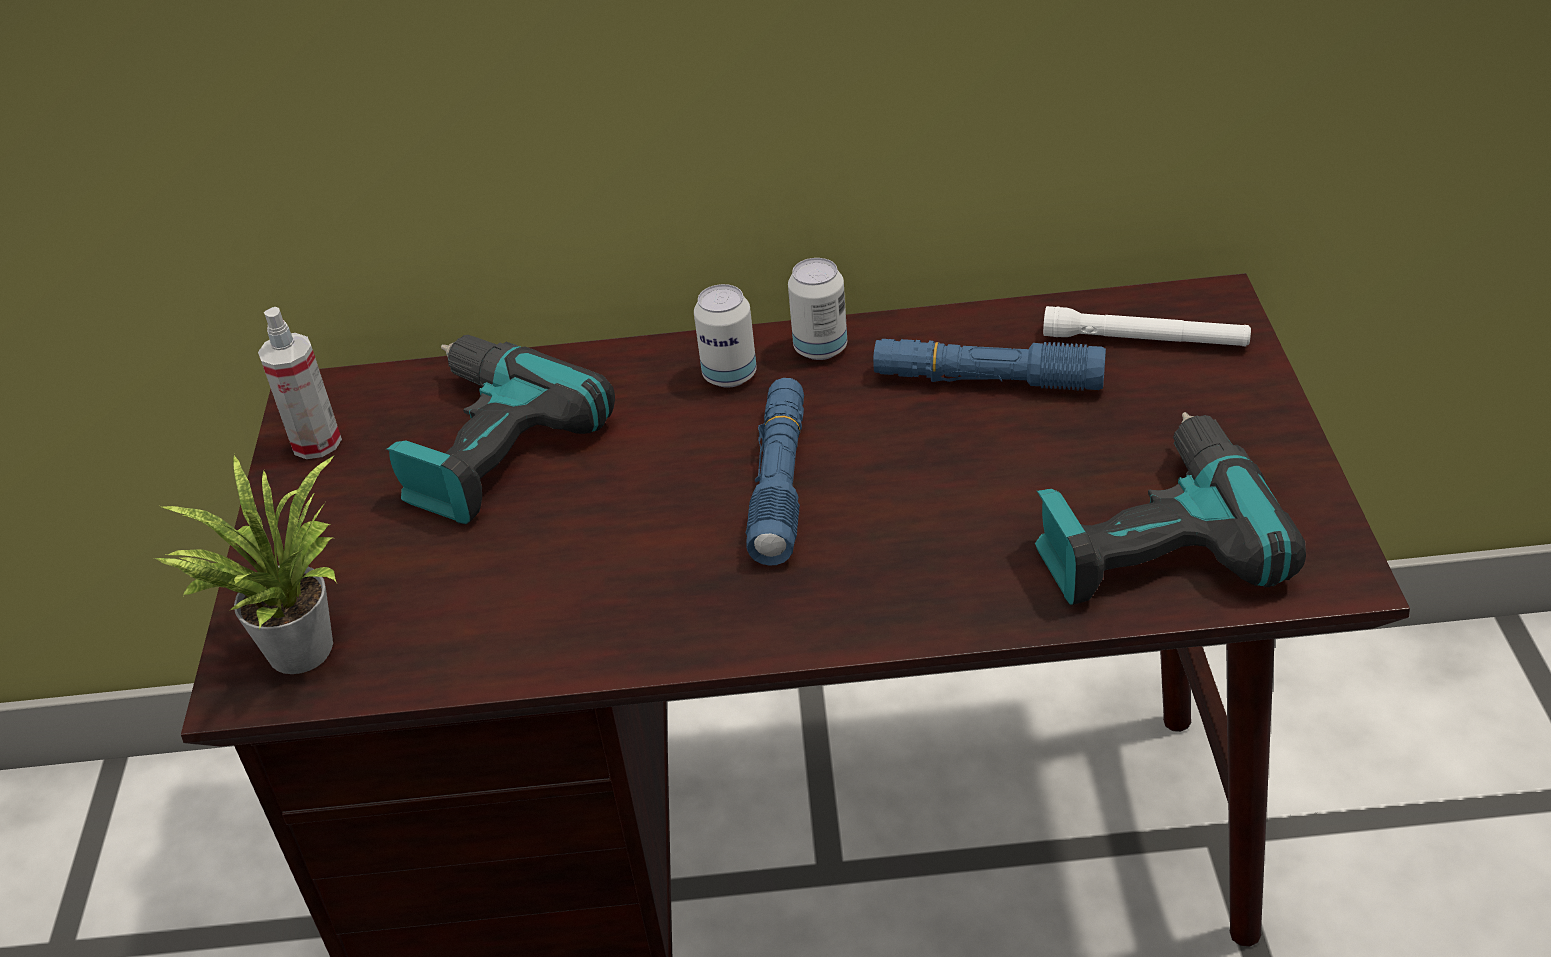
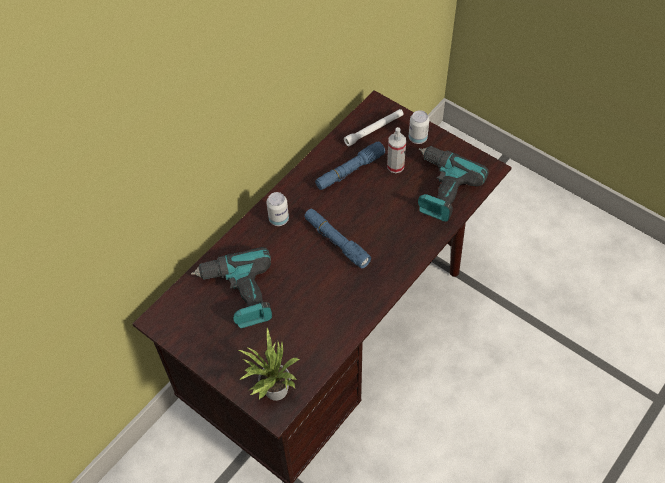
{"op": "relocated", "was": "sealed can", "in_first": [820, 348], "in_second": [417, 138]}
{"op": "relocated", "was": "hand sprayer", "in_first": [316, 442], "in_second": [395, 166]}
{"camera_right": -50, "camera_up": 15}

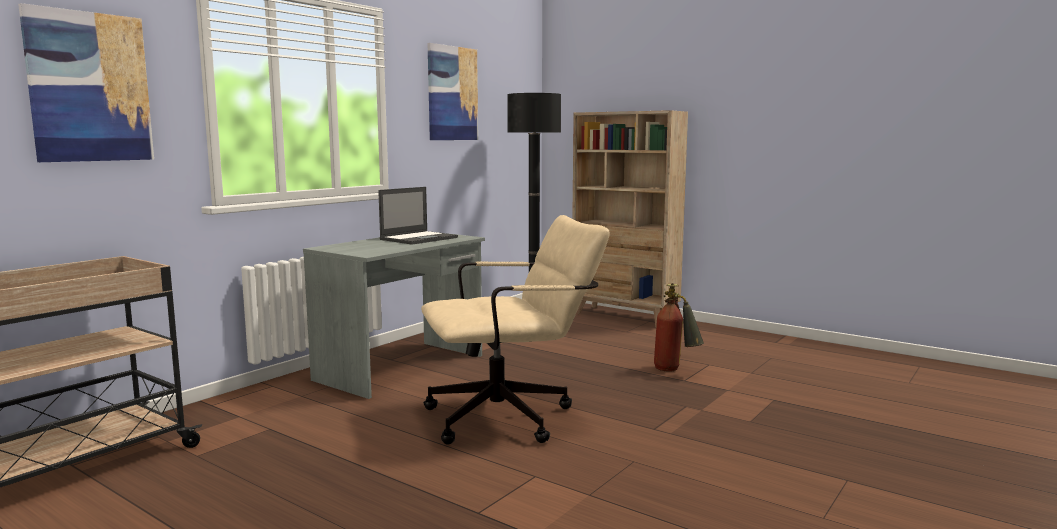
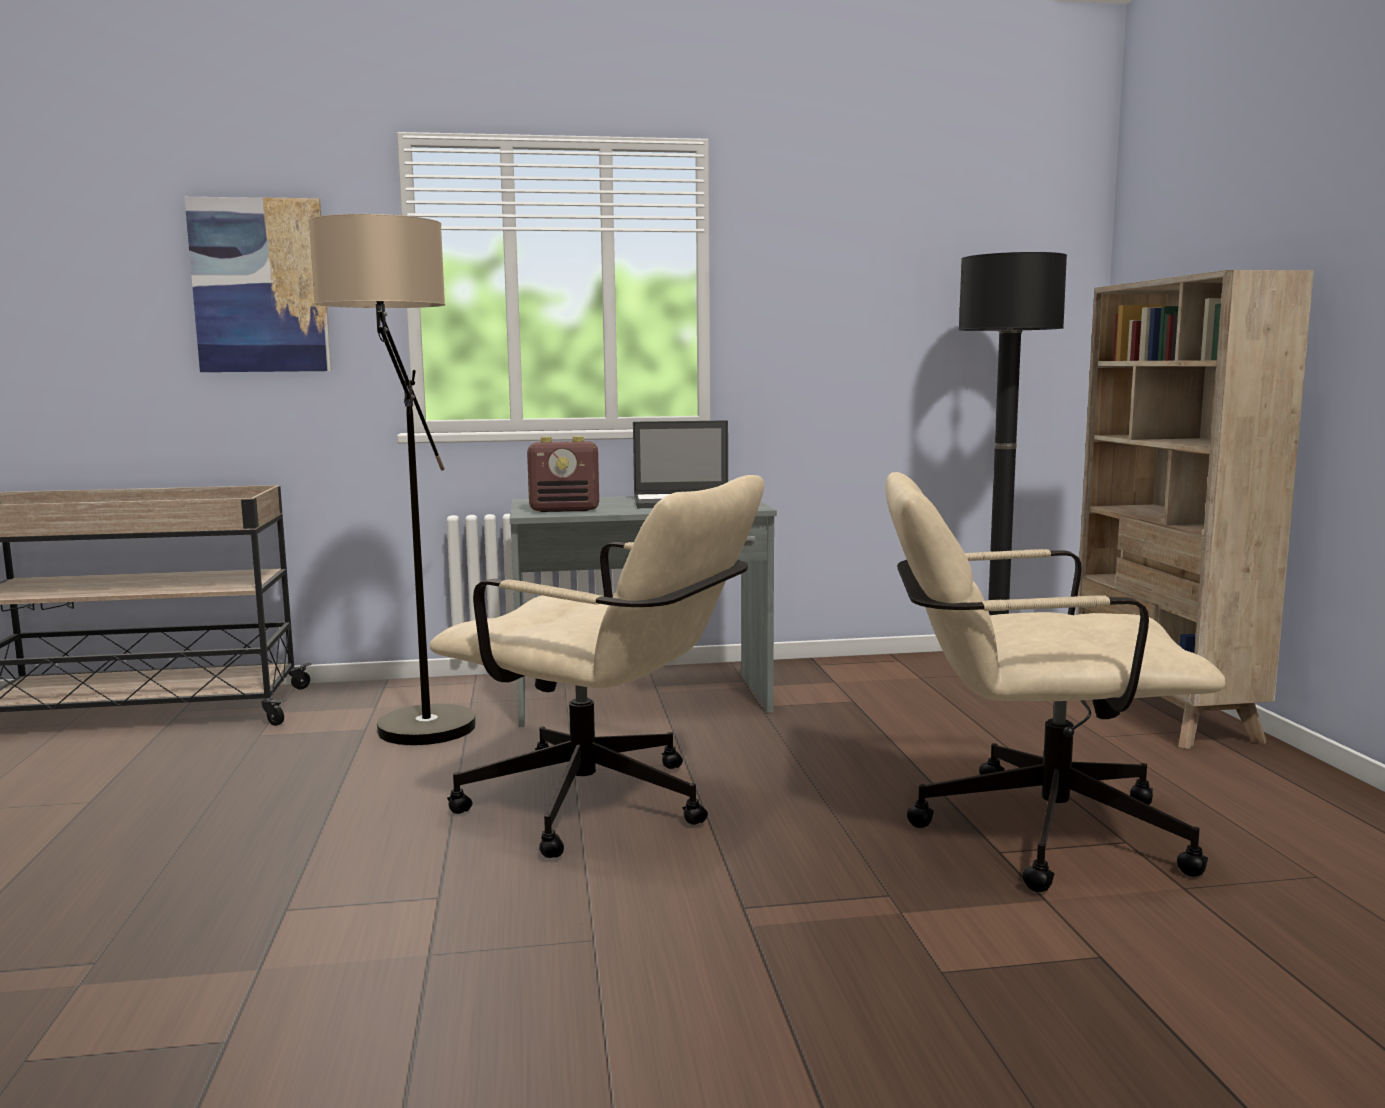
{"op": "missing", "was": "wall art", "in_first": [452, 93]}
{"op": "exchanged", "was": "fire-fighting cylinder", "now": "beige-coloured office chair", "in_first": [675, 371], "in_second": [1024, 830]}
{"op": "appeared", "now": "floor lamp", "in_second": [416, 742]}
{"op": "appeared", "now": "radio set", "in_second": [565, 510]}
{"camera_right": 45, "camera_up": 0}

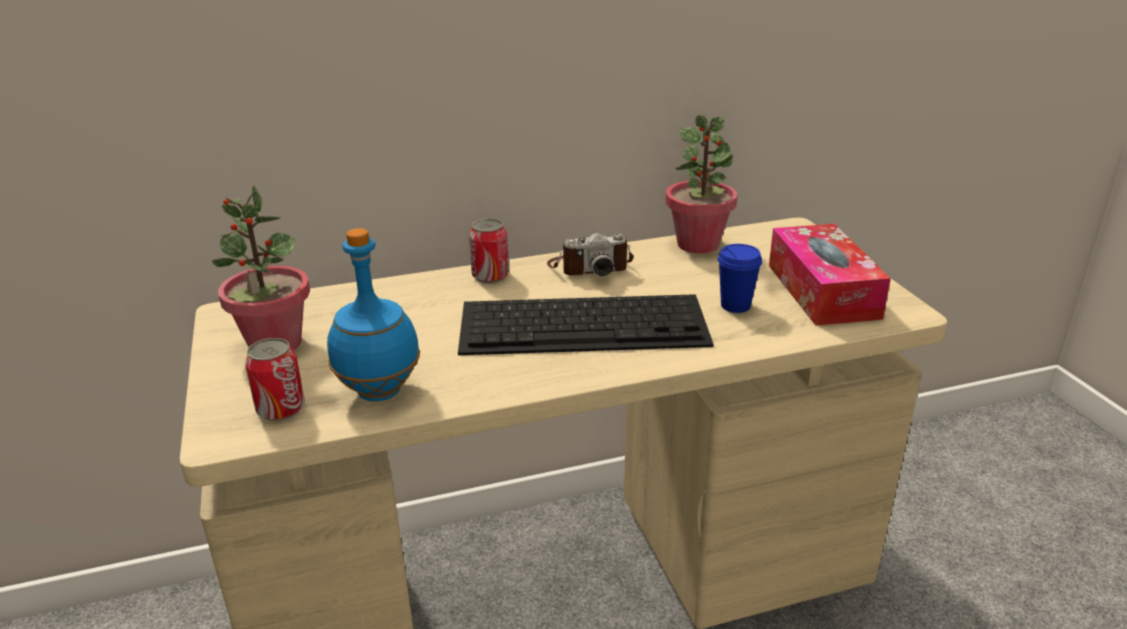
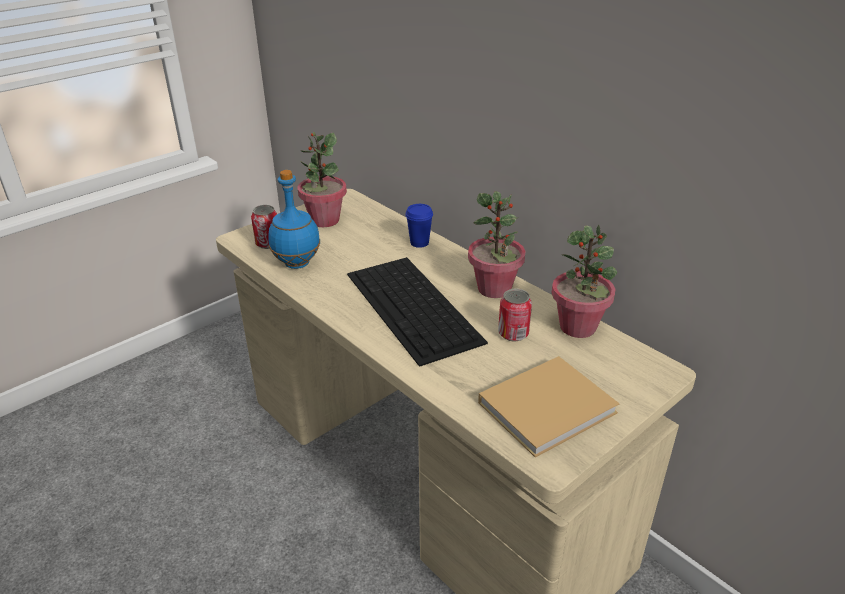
{"op": "relocated", "was": "sealed can", "in_first": [490, 276], "in_second": [513, 333]}
{"op": "exchanged", "was": "box of tissues", "now": "beige-coloured bound book", "in_first": [822, 291], "in_second": [550, 406]}
{"op": "exchanged", "was": "photo camera", "now": "houseplant", "in_first": [589, 267], "in_second": [494, 289]}
{"op": "relocated", "was": "blue cup", "in_first": [735, 306], "in_second": [419, 243]}
{"camera_right": 65, "camera_up": 5}

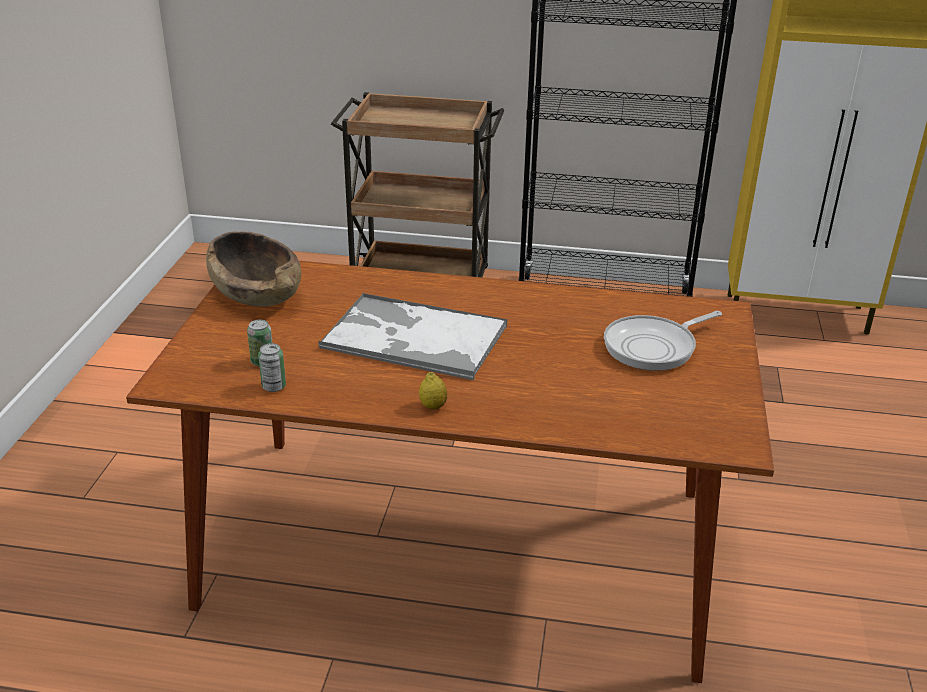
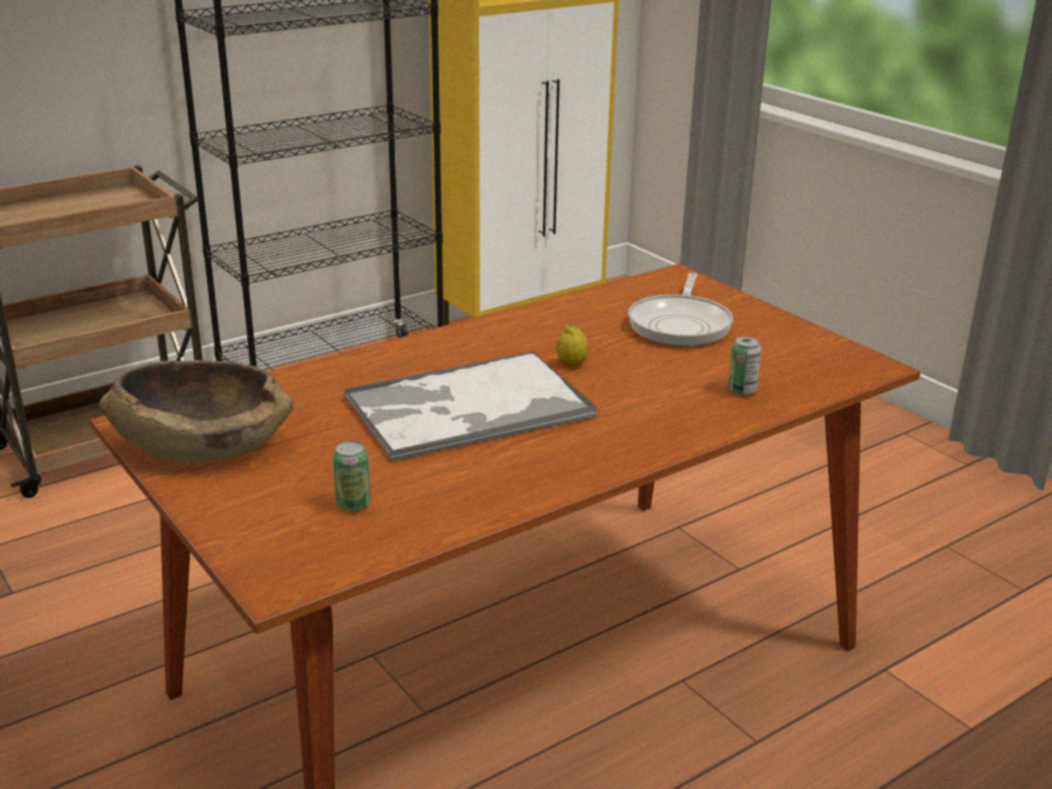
{"op": "relocated", "was": "sealed can", "in_first": [274, 387], "in_second": [742, 390]}
{"op": "relocated", "was": "citrus fruit", "in_first": [433, 406], "in_second": [572, 364]}
{"camera_right": -45, "camera_up": -5}

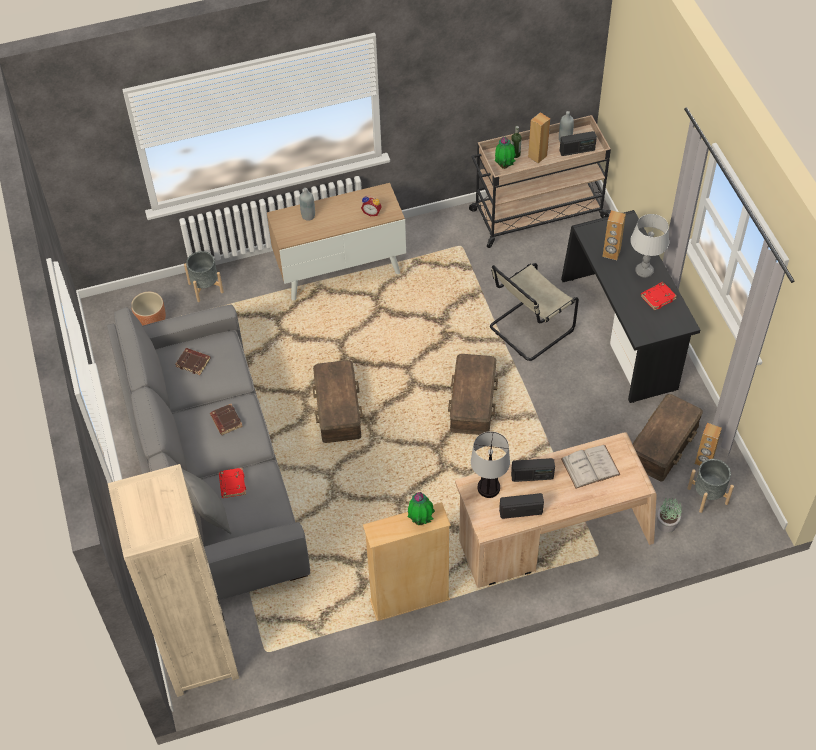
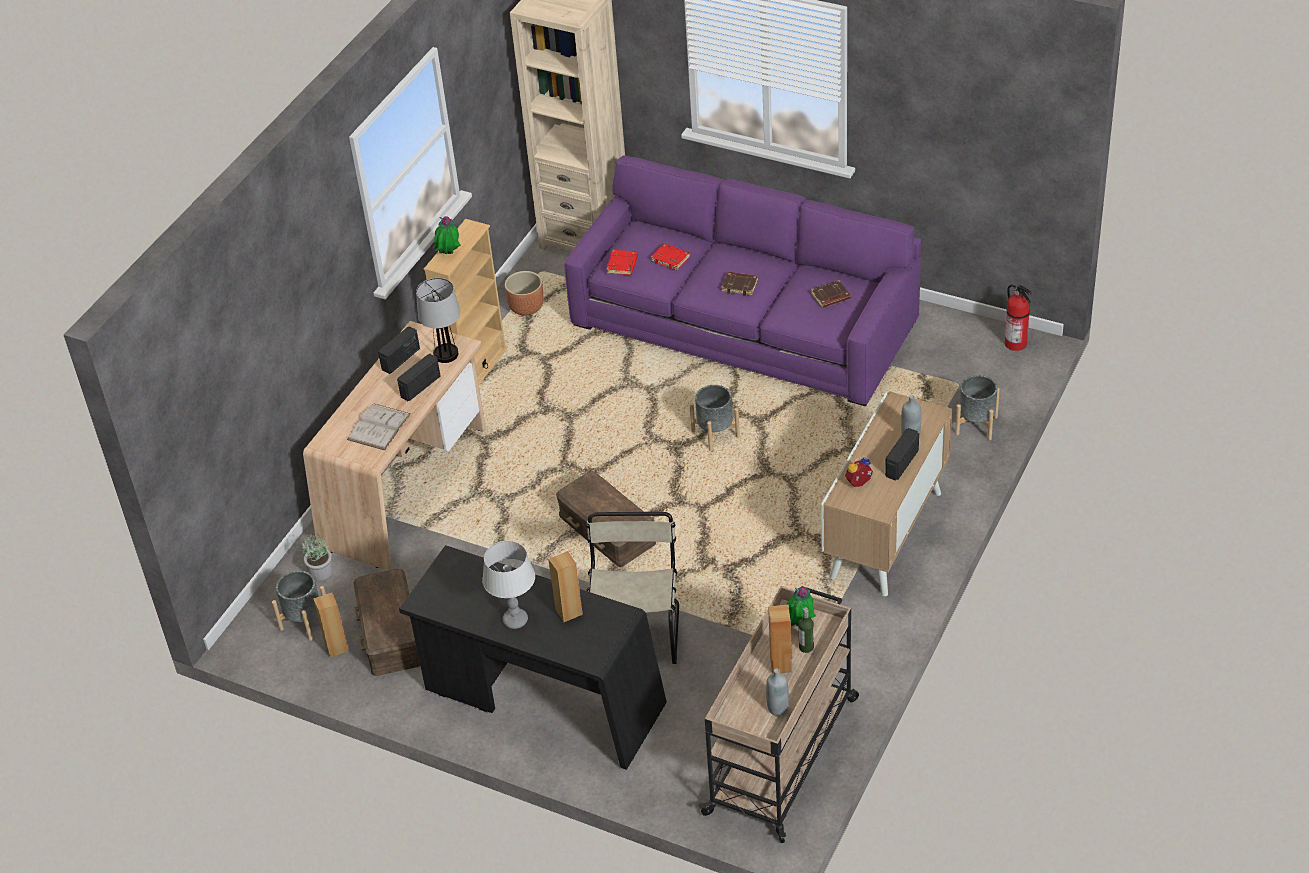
{"op": "relocated", "was": "radio set", "in_first": [577, 150], "in_second": [901, 463]}
{"op": "relocated", "was": "reddish bound book", "in_first": [658, 297], "in_second": [623, 265]}
{"op": "relocated", "was": "brown-coloured flower pot", "in_first": [151, 321], "in_second": [526, 307]}
{"op": "colour", "was": "gray sofa", "now": "purple sofa", "in_first": [212, 472], "in_second": [744, 323]}
{"op": "exchanged", "was": "brown-coloured storage box", "now": "gray flower pot", "in_first": [337, 408], "in_second": [715, 434]}
{"op": "missing", "was": "gray throw pillow", "in_first": [208, 514]}
{"op": "appeared", "now": "fire-fighting cylinder", "in_second": [1016, 343]}
{"camera_right": 135, "camera_up": -10}

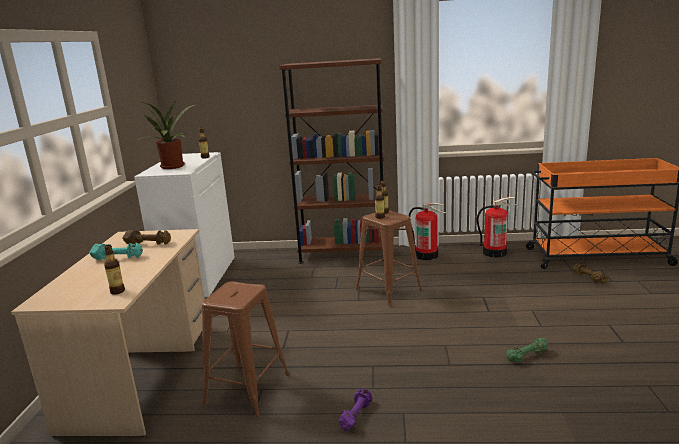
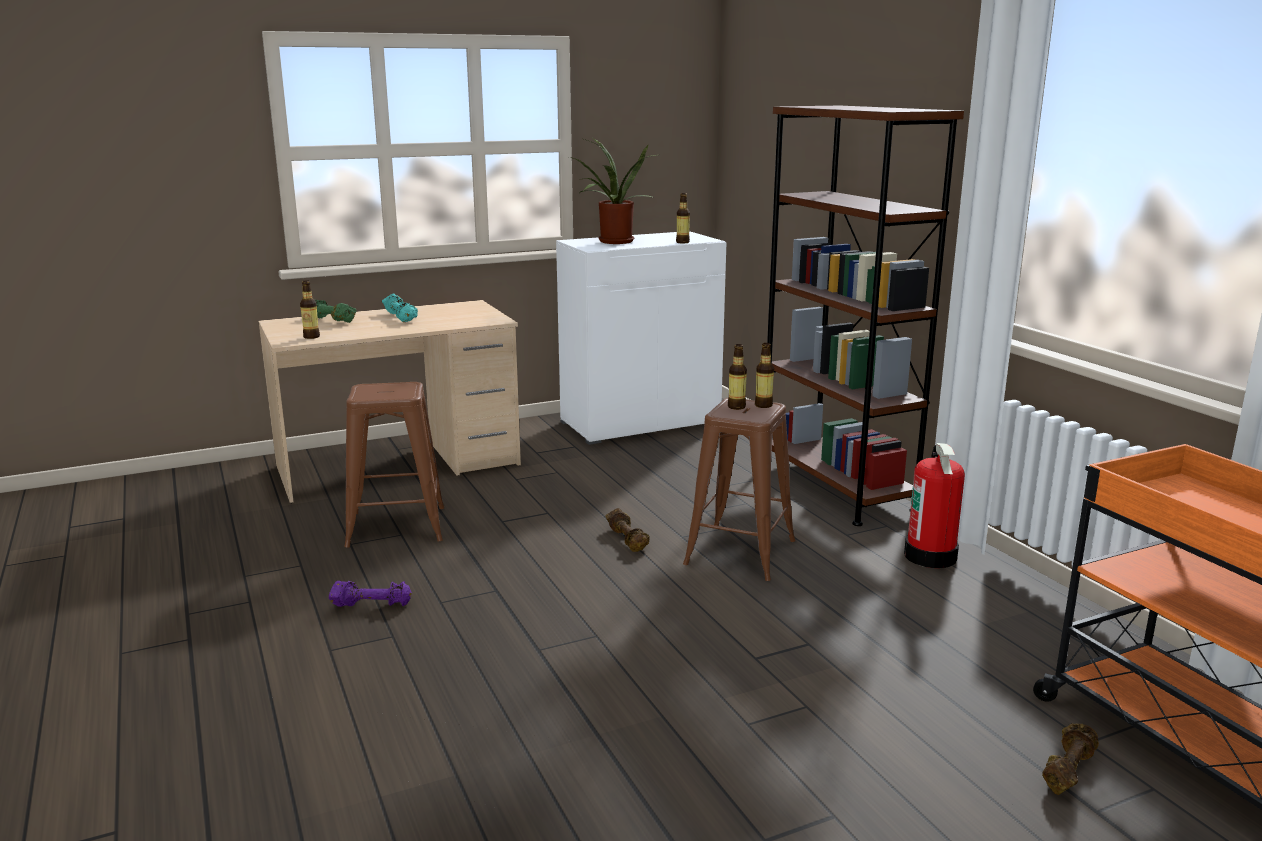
{"op": "missing", "was": "fire-fighting cylinder", "in_first": [494, 252]}
{"op": "relocated", "was": "brown-coloured hand weight", "in_first": [149, 244], "in_second": [627, 540]}
{"op": "relocated", "was": "green hand weight", "in_first": [527, 356], "in_second": [331, 320]}
{"camera_right": 60, "camera_up": 0}

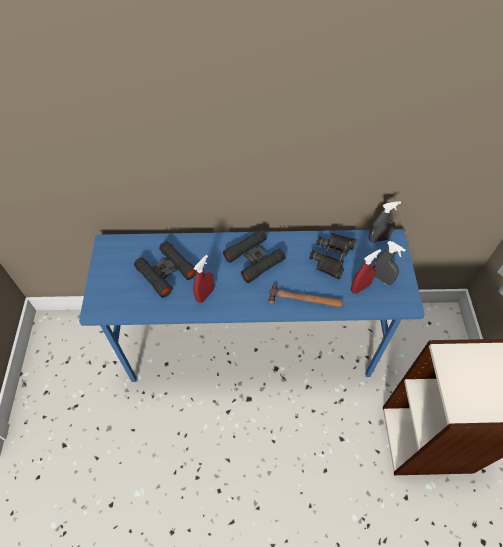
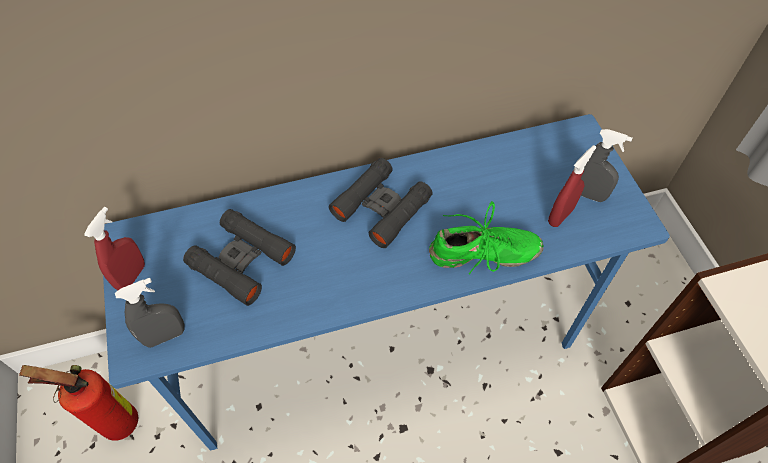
{"op": "relocated", "was": "gray hand sprayer", "in_first": [378, 239], "in_second": [165, 336]}
{"op": "missing", "was": "blackish field glasses", "in_first": [332, 257]}
{"op": "relocated", "was": "reddish hand sprayer", "in_first": [205, 295], "in_second": [132, 276]}
{"op": "exchanged", "was": "hammer", "now": "green shoe", "in_first": [305, 300], "in_second": [483, 254]}
{"op": "appeared", "now": "fire-fighting cylinder", "in_second": [114, 422]}
{"camera_right": -15, "camera_up": 0}

